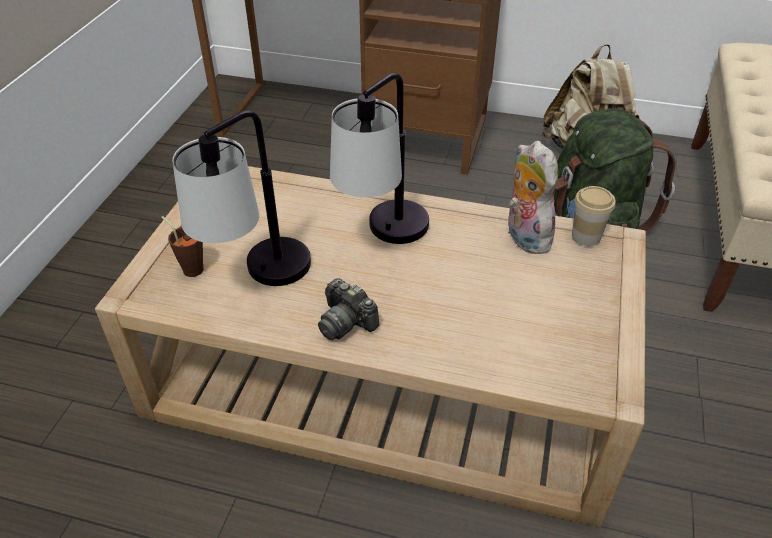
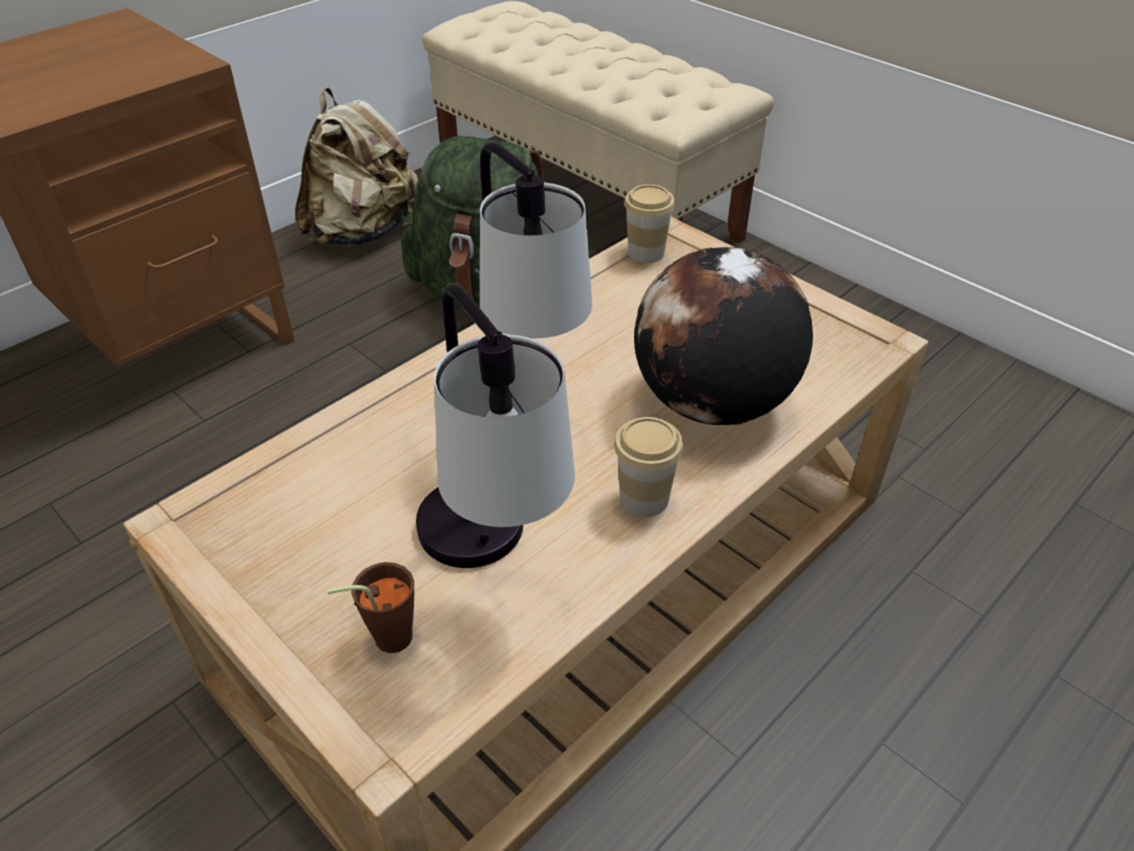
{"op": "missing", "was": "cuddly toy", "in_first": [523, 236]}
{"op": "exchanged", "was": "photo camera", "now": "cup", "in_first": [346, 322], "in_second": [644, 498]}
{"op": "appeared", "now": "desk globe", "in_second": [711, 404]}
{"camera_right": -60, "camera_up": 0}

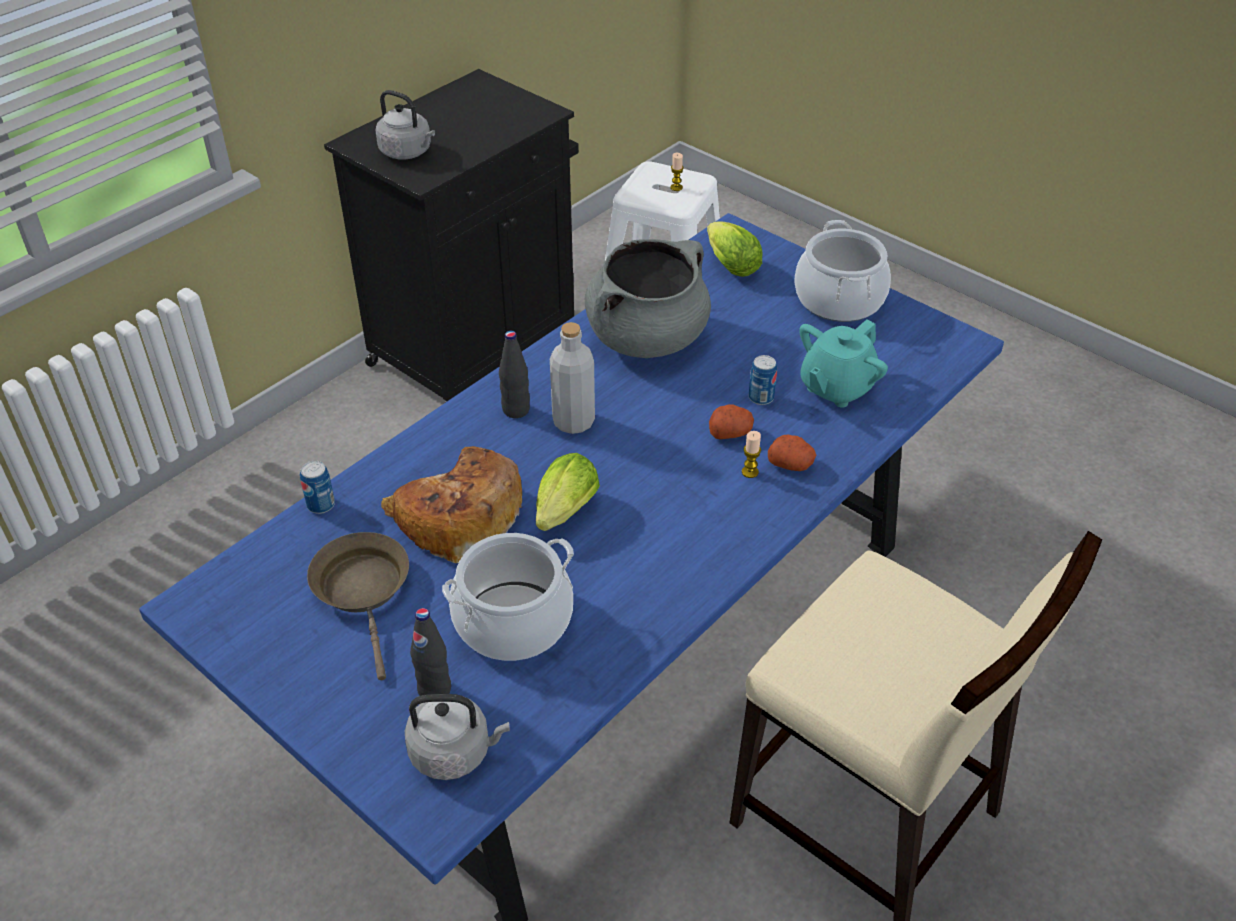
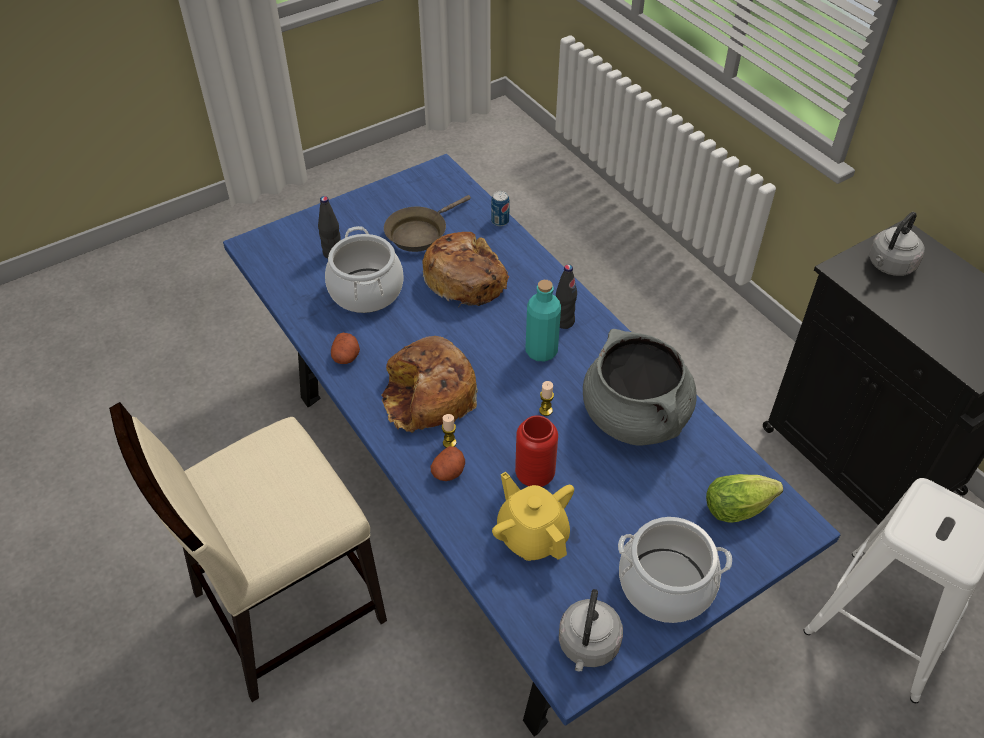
{"op": "relocated", "was": "wax candle", "in_first": [676, 187], "in_second": [545, 410]}
{"op": "colour", "was": "blue-green teapot", "now": "yellow-coloured teapot", "in_first": [836, 387], "in_second": [532, 535]}
{"op": "colour", "was": "gray beverage bottle", "now": "blue-green beverage bottle", "in_first": [573, 421], "in_second": [541, 351]}
{"op": "exchanged", "was": "sealed can", "now": "reddish vase", "in_first": [761, 397], "in_second": [534, 475]}
{"op": "relocated", "was": "potato", "in_first": [730, 432], "in_second": [346, 356]}
{"op": "missing", "was": "head of lettuce", "in_first": [563, 515]}
{"op": "spun", "was": "brown-coloured pan", "in_first": [364, 591], "in_second": [419, 233], "clockwise": 135}
{"op": "relocated", "was": "gray water kettle", "in_first": [455, 752], "in_second": [588, 646]}
{"op": "appeared", "now": "bakery bread", "in_second": [428, 397]}
{"camera_right": 105, "camera_up": 5}

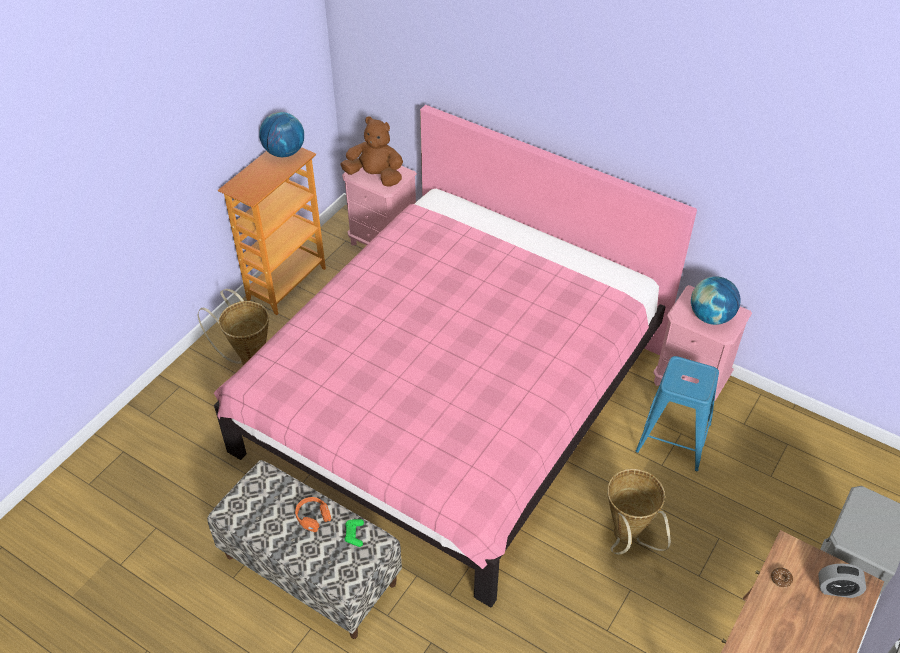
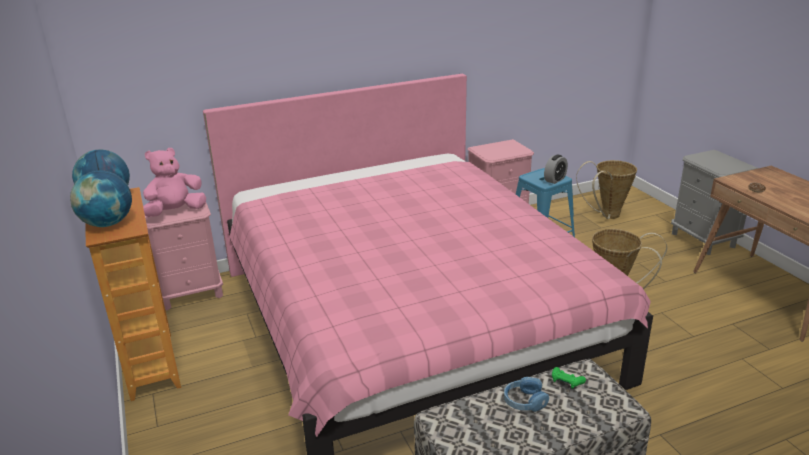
{"op": "colour", "was": "brown-coloured cuddly toy", "now": "pink-coloured cuddly toy", "in_first": [375, 176], "in_second": [175, 212]}
{"op": "relocated", "was": "desk globe", "in_first": [710, 317], "in_second": [107, 224]}
{"op": "relocated", "was": "basket", "in_first": [249, 359], "in_second": [606, 216]}
{"op": "colour", "was": "orange-coloured headset", "now": "blue headset", "in_first": [313, 517], "in_second": [524, 401]}
{"op": "relocated", "was": "bedside clock", "in_first": [837, 589], "in_second": [555, 180]}
{"camera_right": -55, "camera_up": -20}

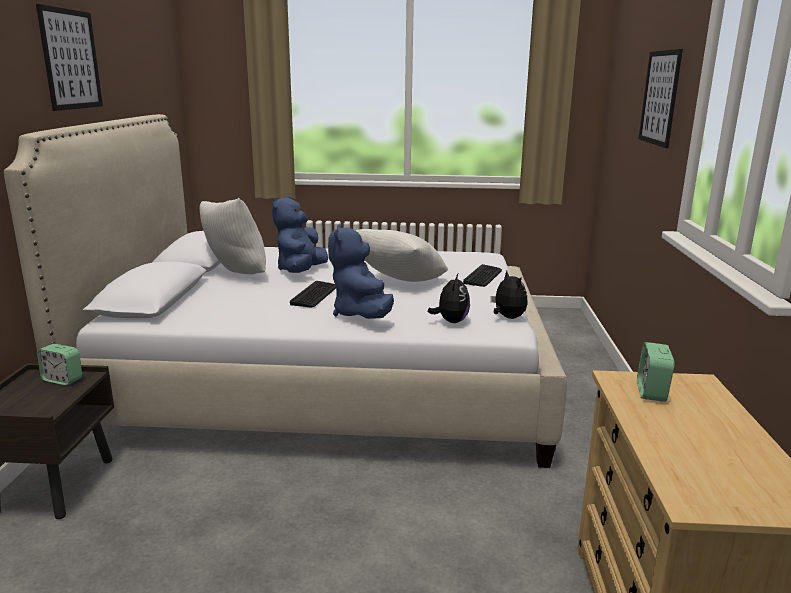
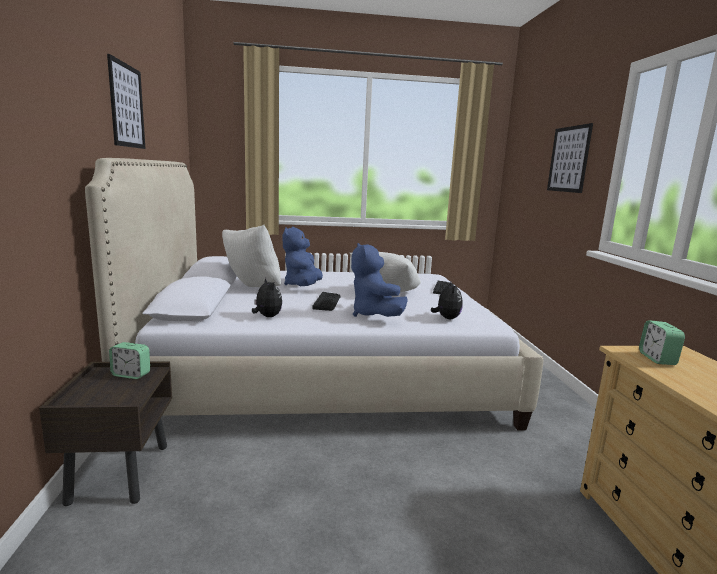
{"op": "relocated", "was": "cuddly toy", "in_first": [507, 317], "in_second": [267, 316]}
{"camera_right": -10, "camera_up": -5}

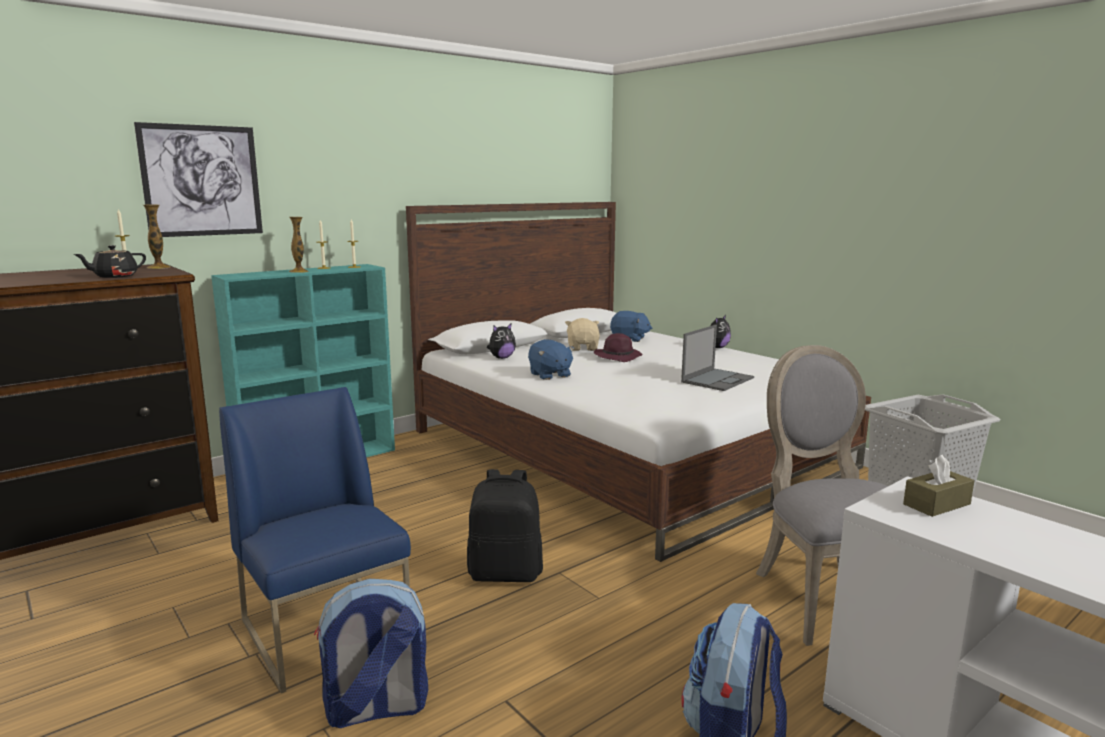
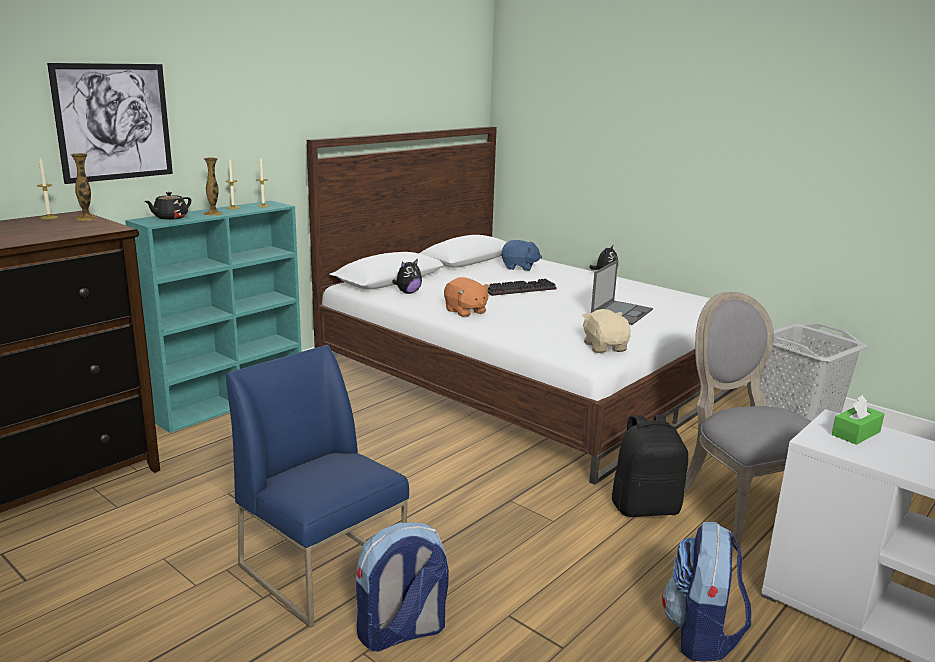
{"op": "relocated", "was": "blackish teapot", "in_first": [114, 276], "in_second": [170, 218]}
{"op": "relocated", "was": "beige-coloured cuddly toy", "in_first": [583, 348], "in_second": [605, 347]}
{"op": "exchanged", "was": "purple clothing hat", "now": "keyboard", "in_first": [618, 357], "in_second": [520, 289]}
{"op": "colour", "was": "blue cuddly toy", "now": "orange-coloured cuddly toy", "in_first": [549, 375], "in_second": [465, 311]}
{"op": "colour", "was": "brown-coloured box of tissues", "now": "green box of tissues", "in_first": [936, 504], "in_second": [856, 433]}
{"op": "relocated", "was": "blackish backpack", "in_first": [506, 573], "in_second": [645, 507]}
{"camera_right": -10, "camera_up": 5}

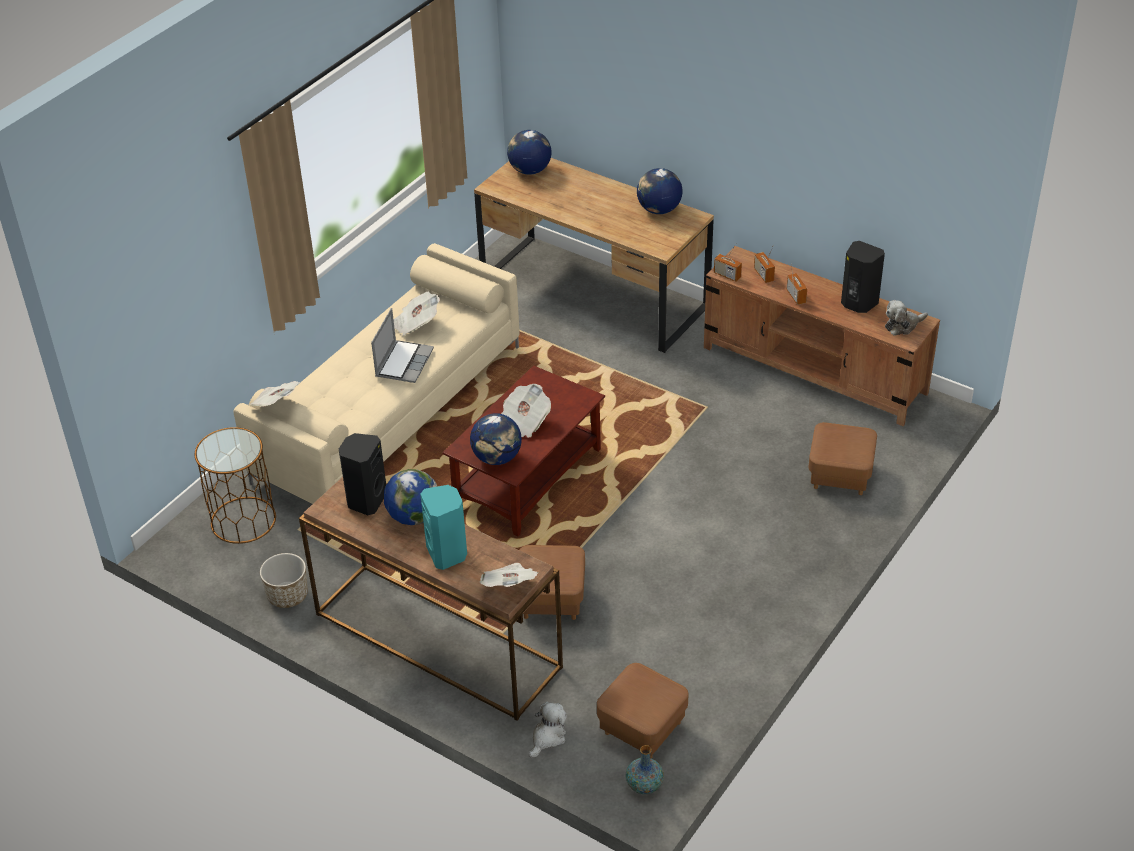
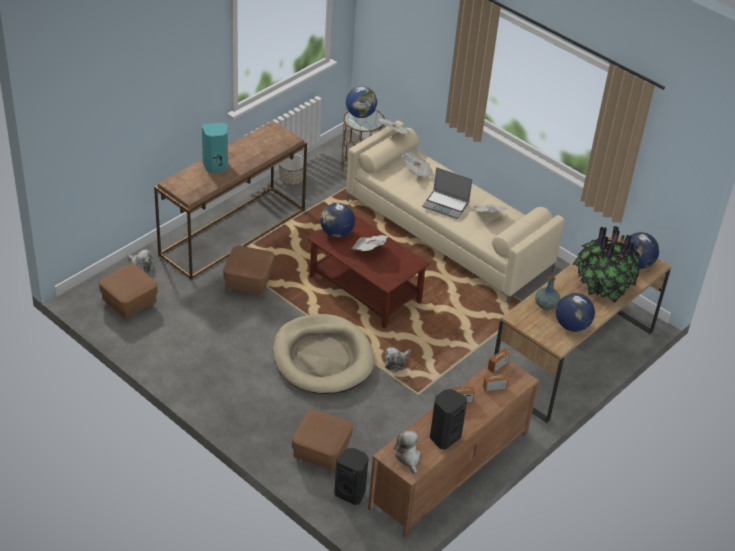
{"op": "relocated", "was": "blackish loudspeaker", "in_first": [366, 500], "in_second": [351, 493]}
{"op": "relocated", "was": "desk globe", "in_first": [413, 517], "in_second": [360, 115]}
{"op": "relocated", "was": "printed paper", "in_first": [509, 586], "in_second": [418, 173]}
{"op": "relocated", "was": "vase", "in_first": [644, 785], "in_second": [546, 305]}
{"op": "appeared", "now": "houseplant", "in_second": [602, 286]}
{"op": "appeared", "now": "beige-coloured dog cushion", "in_second": [322, 358]}
{"op": "appeared", "now": "cuddly toy", "in_second": [396, 363]}
{"camera_right": 95, "camera_up": 0}

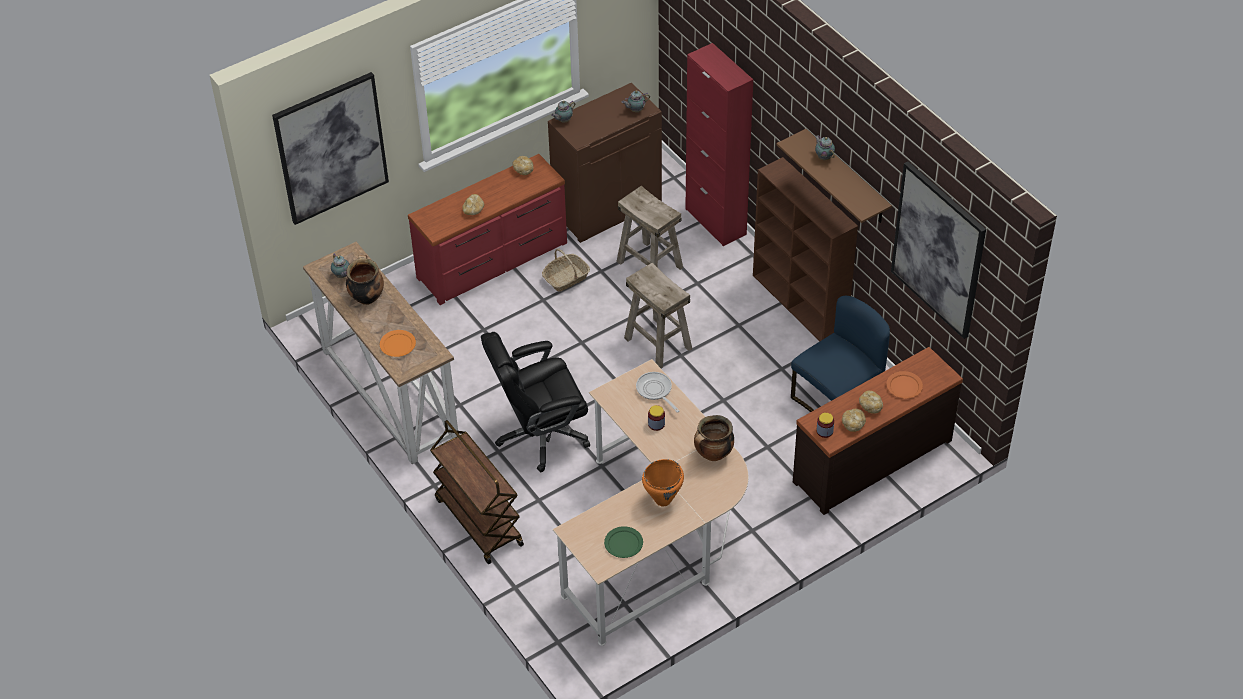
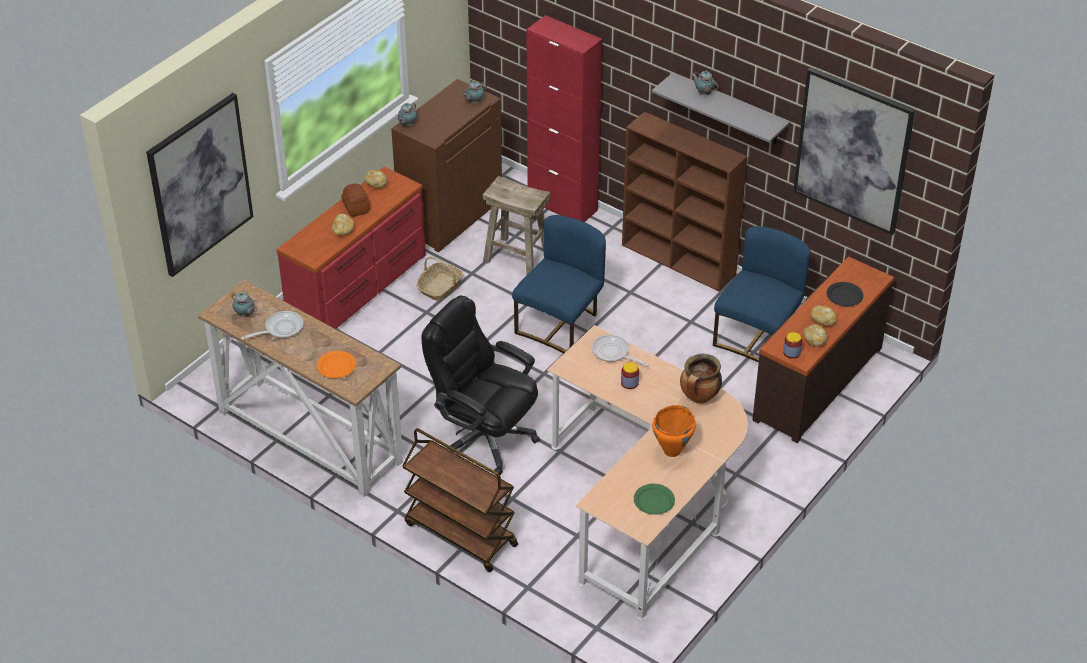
{"op": "colour", "was": "brown-coloured bracket shelf", "now": "gray bracket shelf", "in_first": [847, 178], "in_second": [729, 110]}
{"op": "exchanged", "was": "stockpot", "now": "pan", "in_first": [366, 297], "in_second": [281, 329]}
{"op": "exchanged", "was": "beige-coloured stool", "now": "blue plain chair", "in_first": [658, 343], "in_second": [561, 326]}
{"op": "spun", "was": "blackish office chair", "in_first": [540, 435], "in_second": [484, 437], "clockwise": 75}
{"op": "colour", "was": "orange-coloured flat dish", "now": "blackish flat dish", "in_first": [904, 386], "in_second": [845, 296]}
{"op": "appeared", "now": "bakery bread", "in_second": [355, 207]}
{"camera_right": -20, "camera_up": -5}

